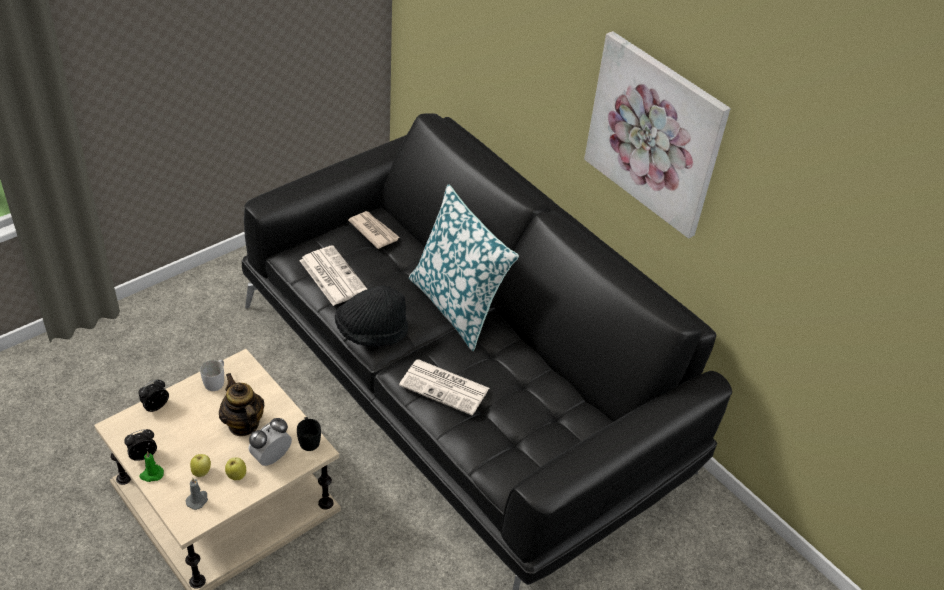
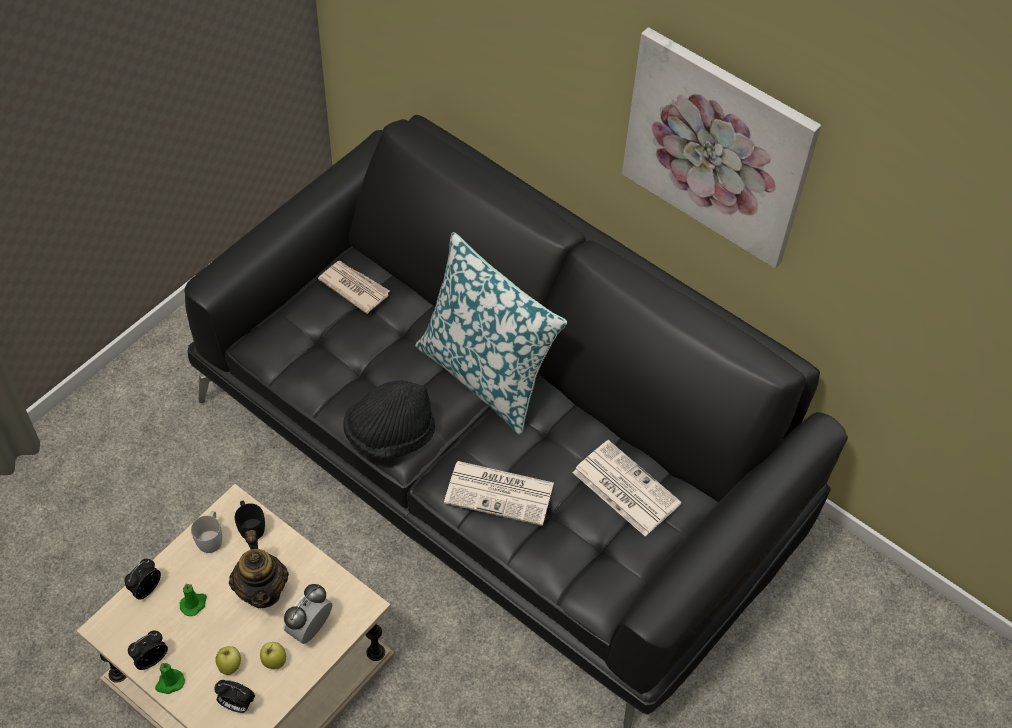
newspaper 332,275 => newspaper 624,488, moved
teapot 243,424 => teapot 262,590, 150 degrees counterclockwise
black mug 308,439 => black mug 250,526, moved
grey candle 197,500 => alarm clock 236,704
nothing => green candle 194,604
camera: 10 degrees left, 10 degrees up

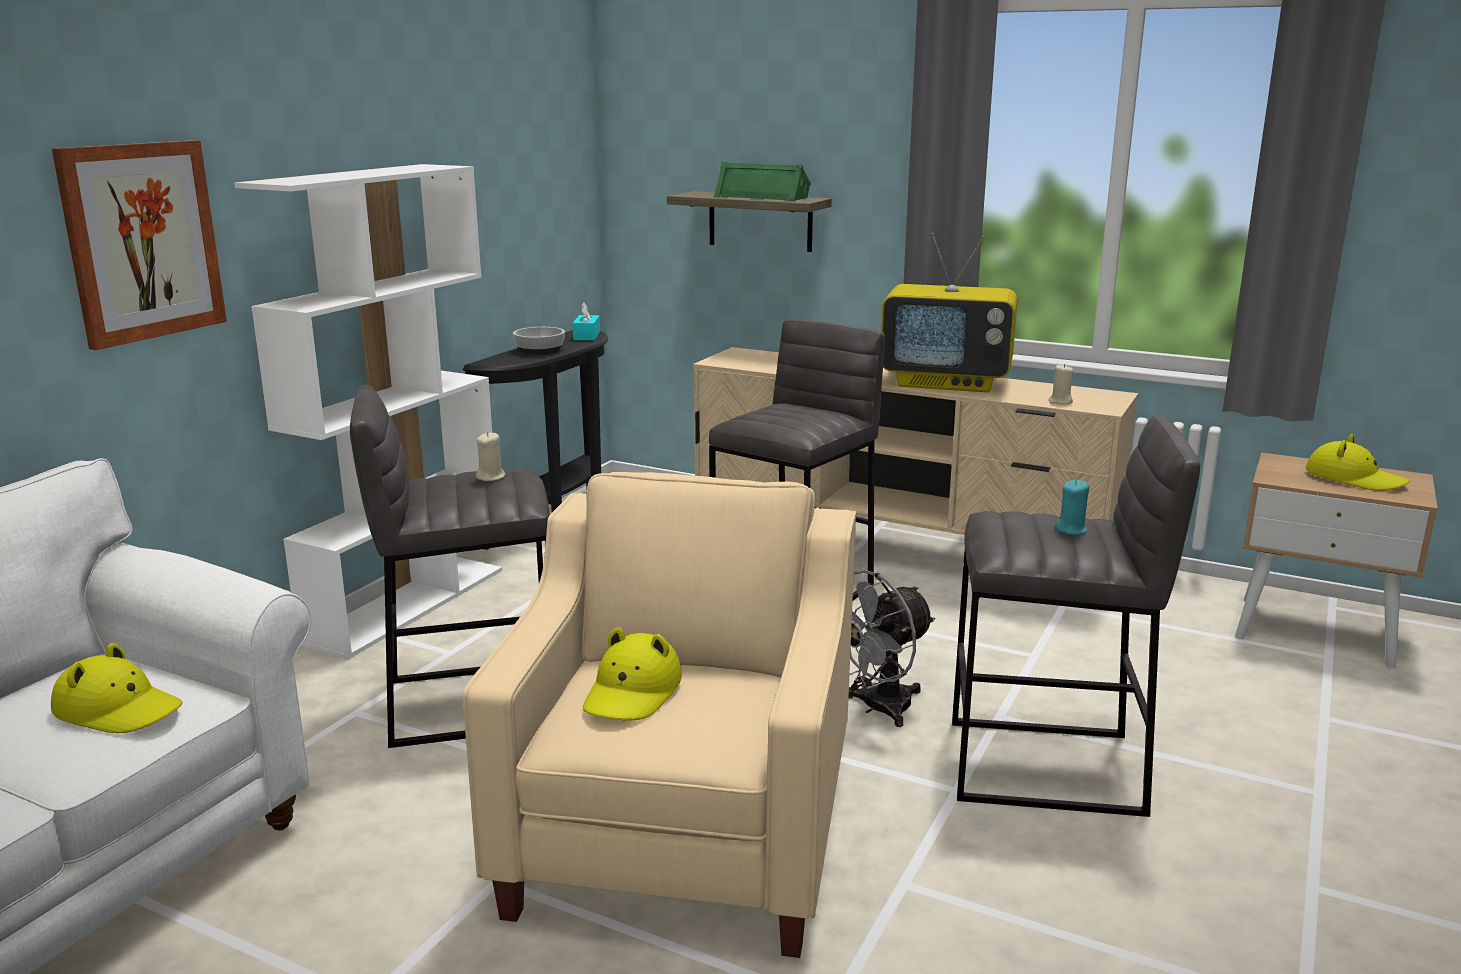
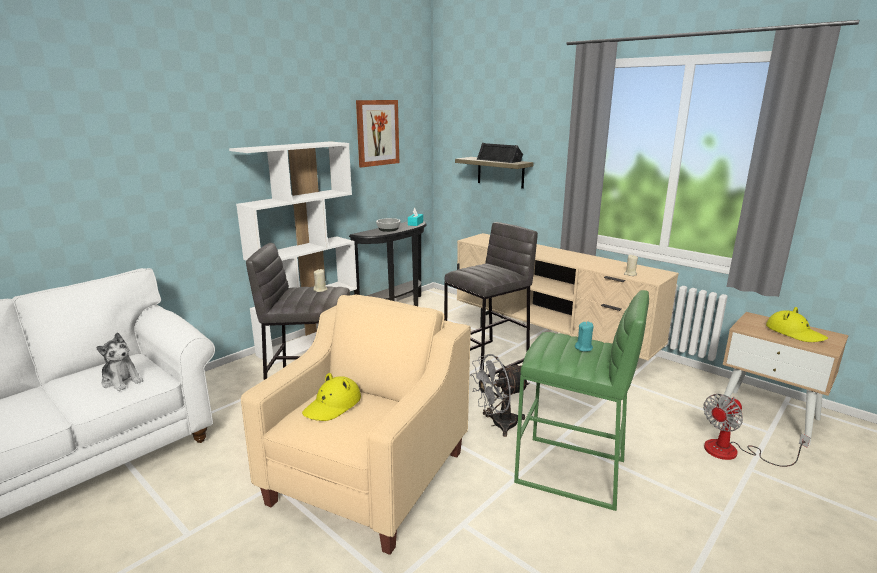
picture 142,241 => picture 377,133, moved
green speaker 762,196 => black speaker 499,160
television 947,382 => nothing
grey stool 1046,768 => green stool 571,472
yellow hat 118,709 => plush toy 122,381
nothing => fan 733,452
camera: 15 degrees right, 0 degrees up

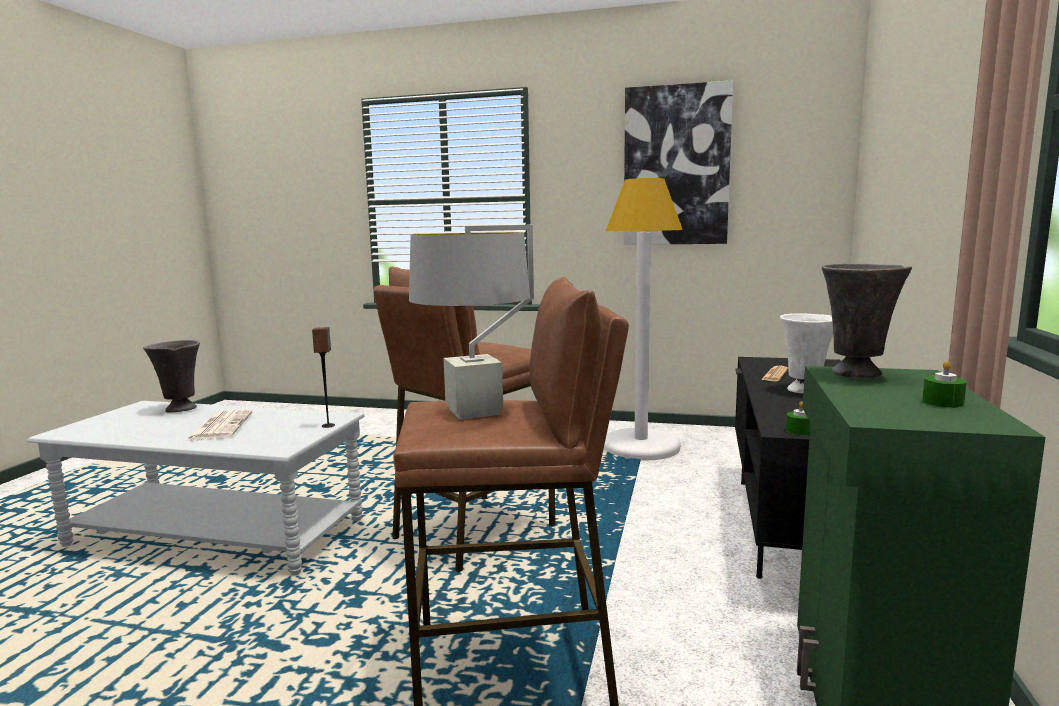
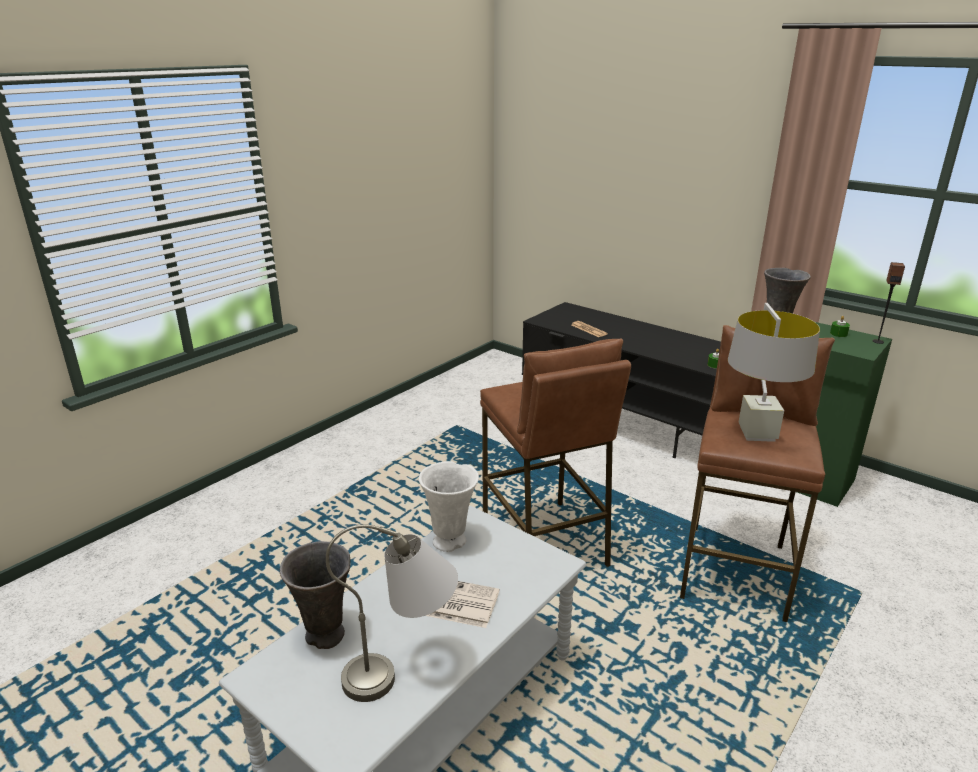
picture 676,166 => nothing
white floor lamp 641,446 => nothing
white vase 805,391 => white vase 451,542, moved
speaker 328,425 => speaker 878,341, moved
nothing => grey table lamp 404,671
camera: 65 degrees left, 15 degrees up

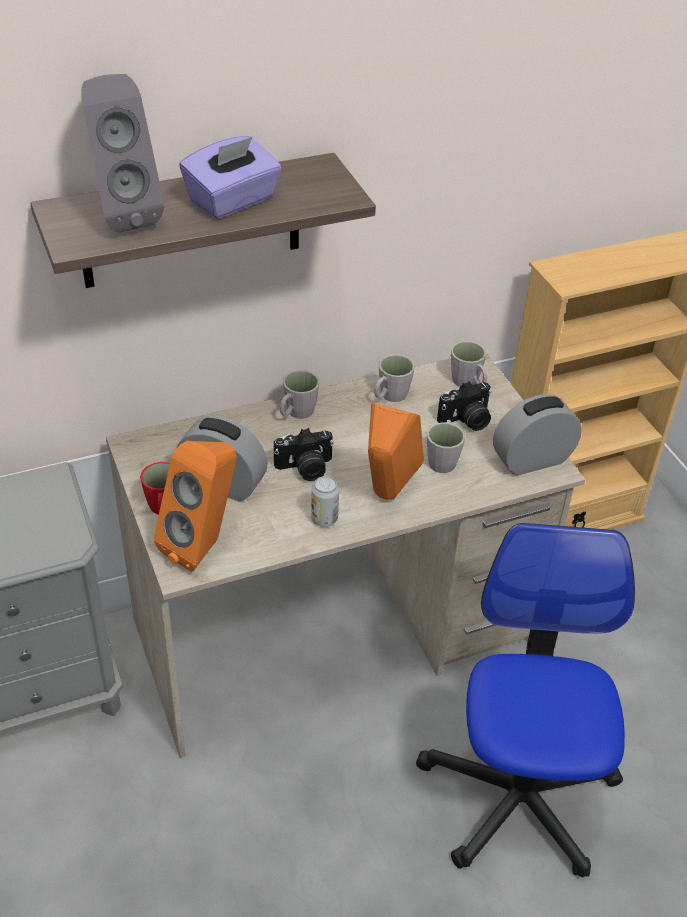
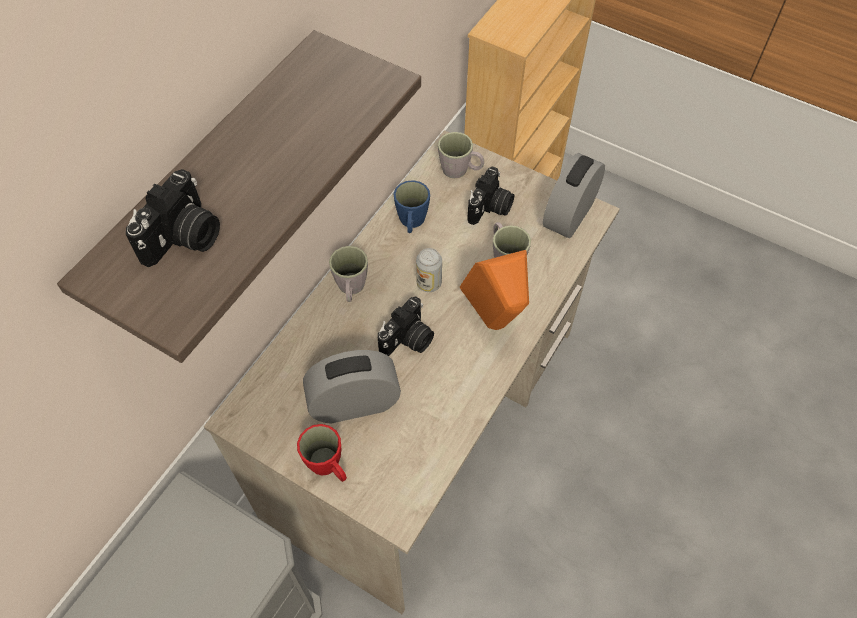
grey speaker 122,214 => photo camera 184,239
purple tissue box 232,201 => nothing
grey mug 390,397 => blue mug 411,223
orange speaker 203,545 => nothing
can 324,519 => can 429,283, moved
office chair 518,795 => nothing
camera: 35 degrees left, 15 degrees up

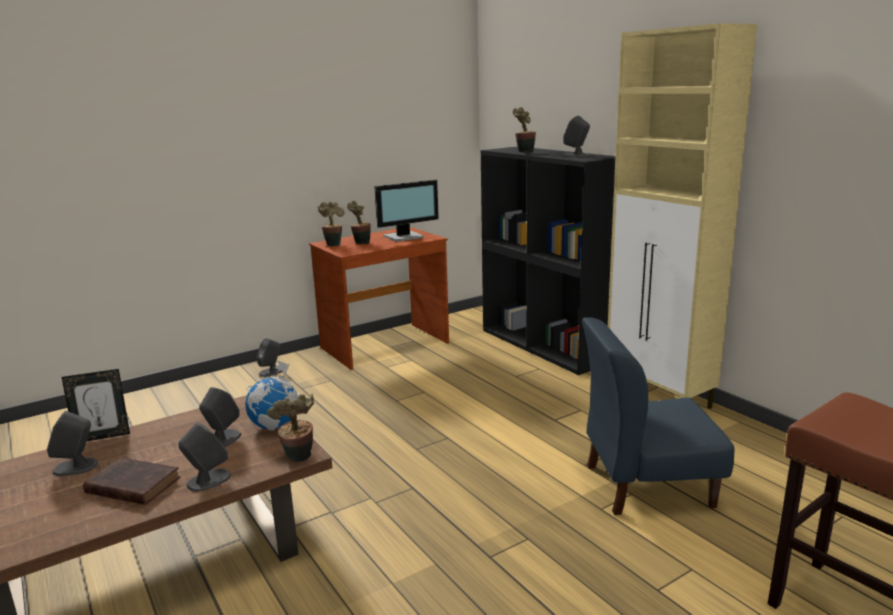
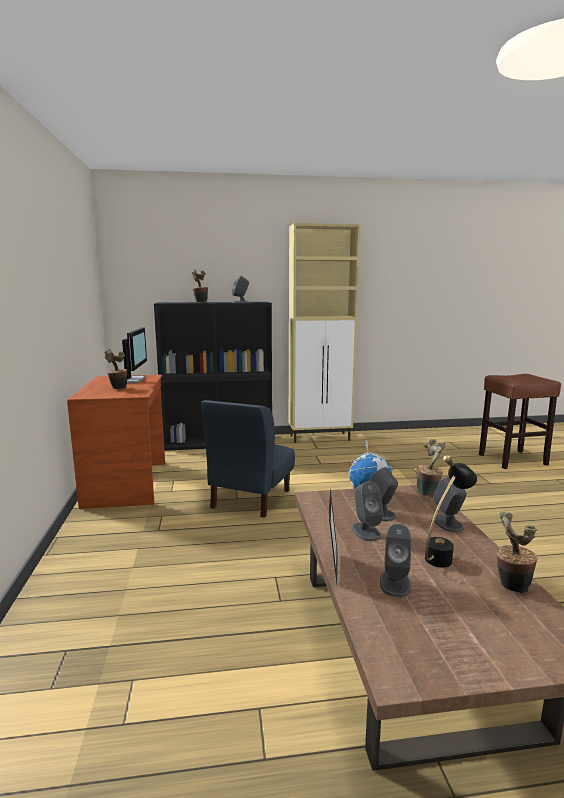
potted plant 333,244 => potted plant 510,586, moved
blue chair 647,484 => blue chair 250,499, moved
grey speaker 271,372 => grey speaker 366,531, moved
brown book 131,485 => black table lamp 444,554
camera: 65 degrees left, 5 degrees down

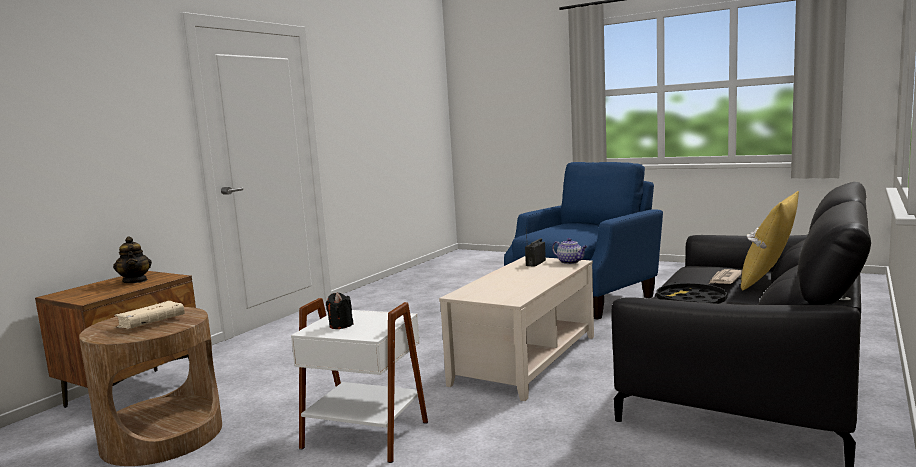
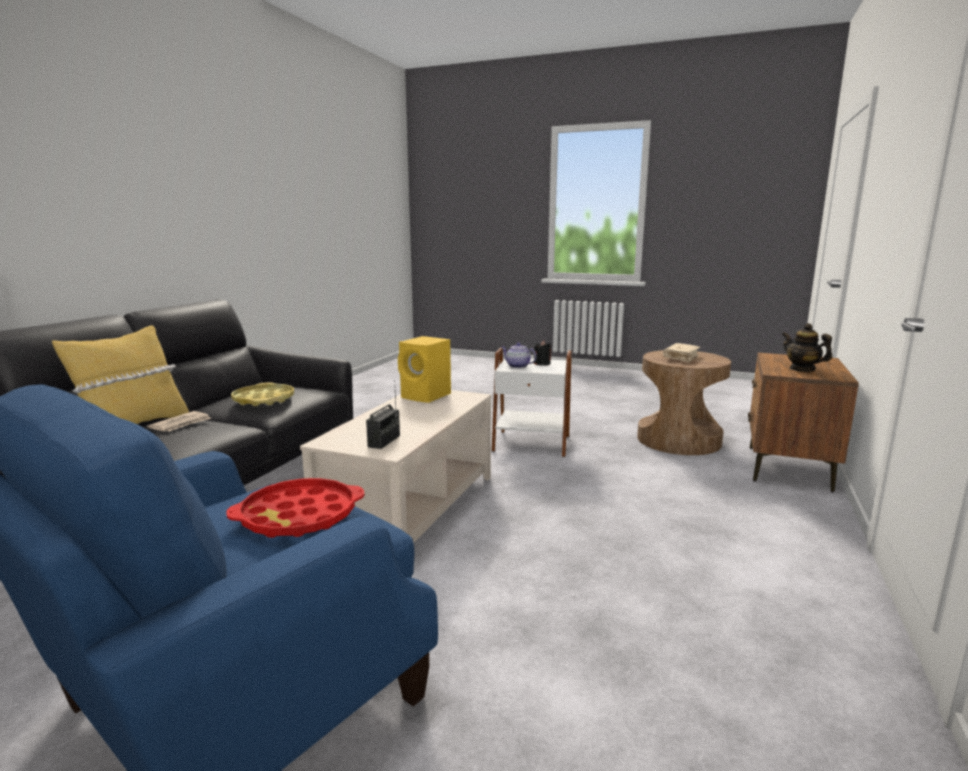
teapot 570,262 => teapot 517,366, moved
black tray 691,301 => yellow tray 264,400
nothing => yellow speaker 427,396
nothing => red tray 299,516
camera: 170 degrees right, 5 degrees up

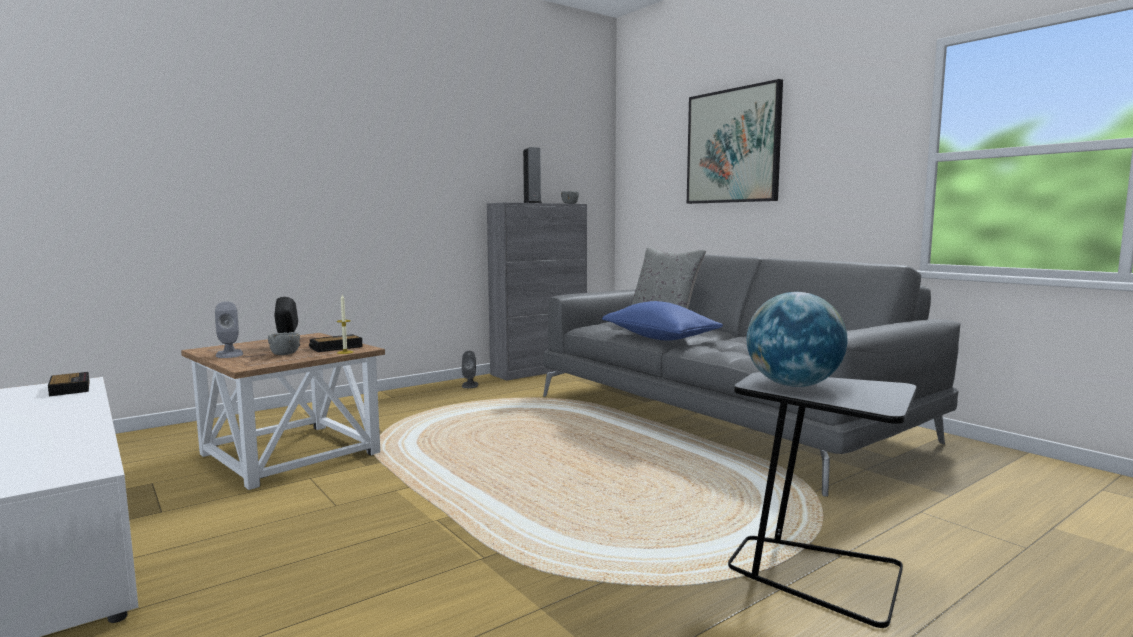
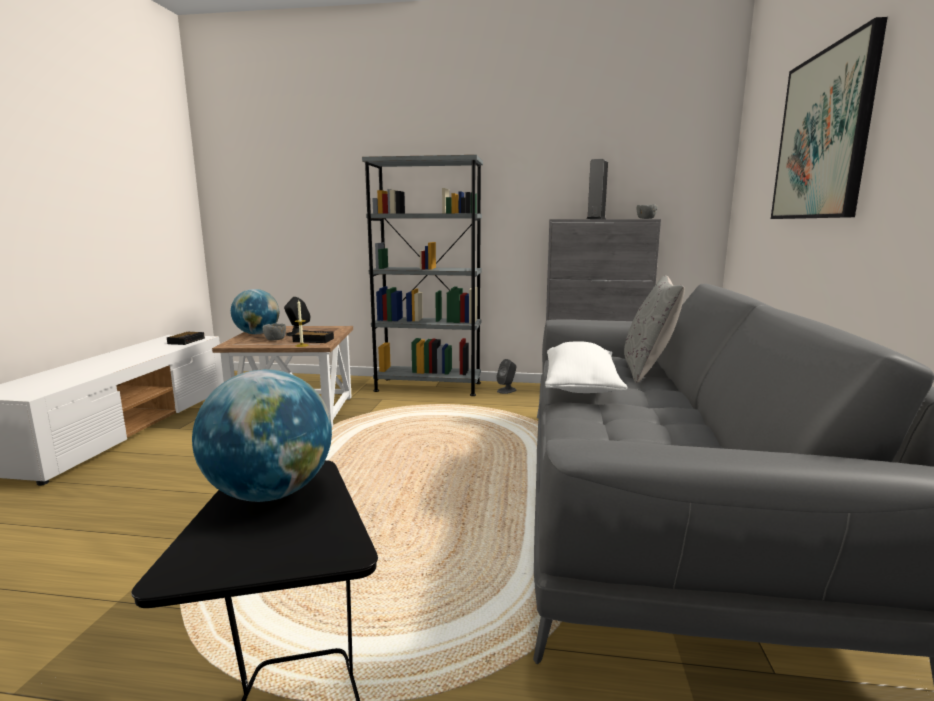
grey speaker 229,354 => globe 257,334
blue pillow 659,338 => white pillow 581,386
nothing => grey bookcase 428,387
camera: 45 degrees right, 5 degrees up

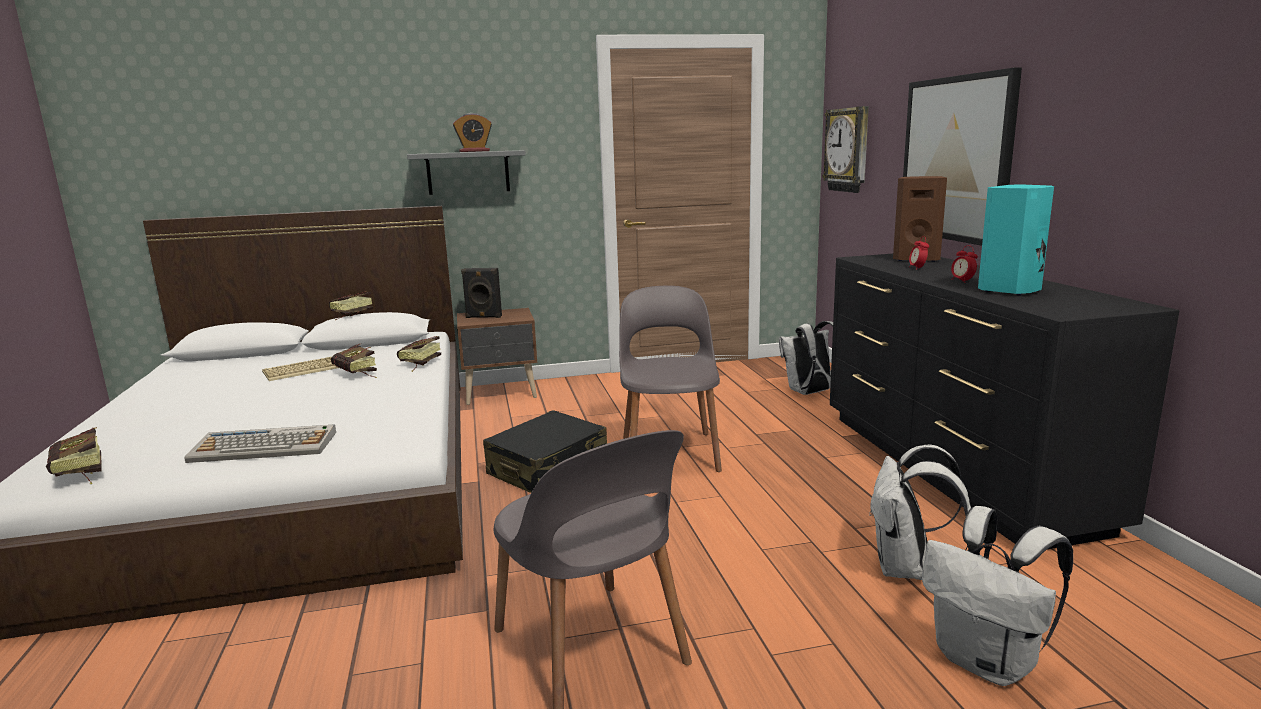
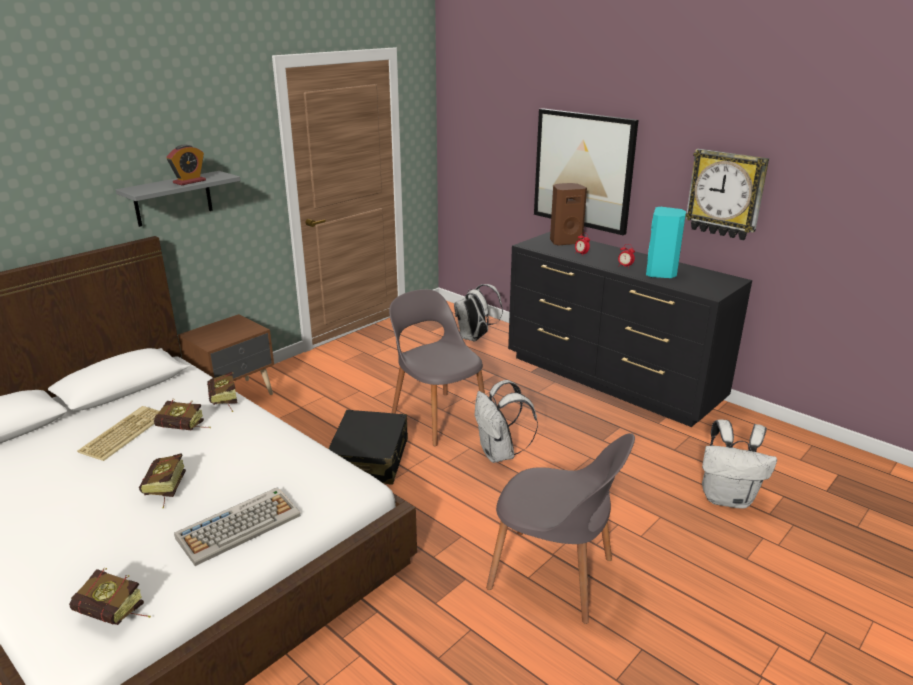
wall clock 848,150 => wall clock 726,194, moved
black speaker 483,317 => nothing
book 349,315 => book 164,491, moved
white backpack 906,569 => white backpack 499,454, moved
camera: 35 degrees left, 10 degrees up

